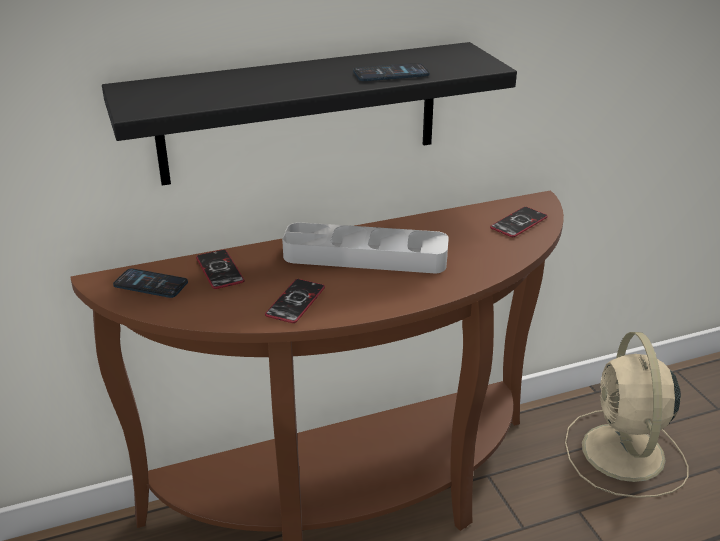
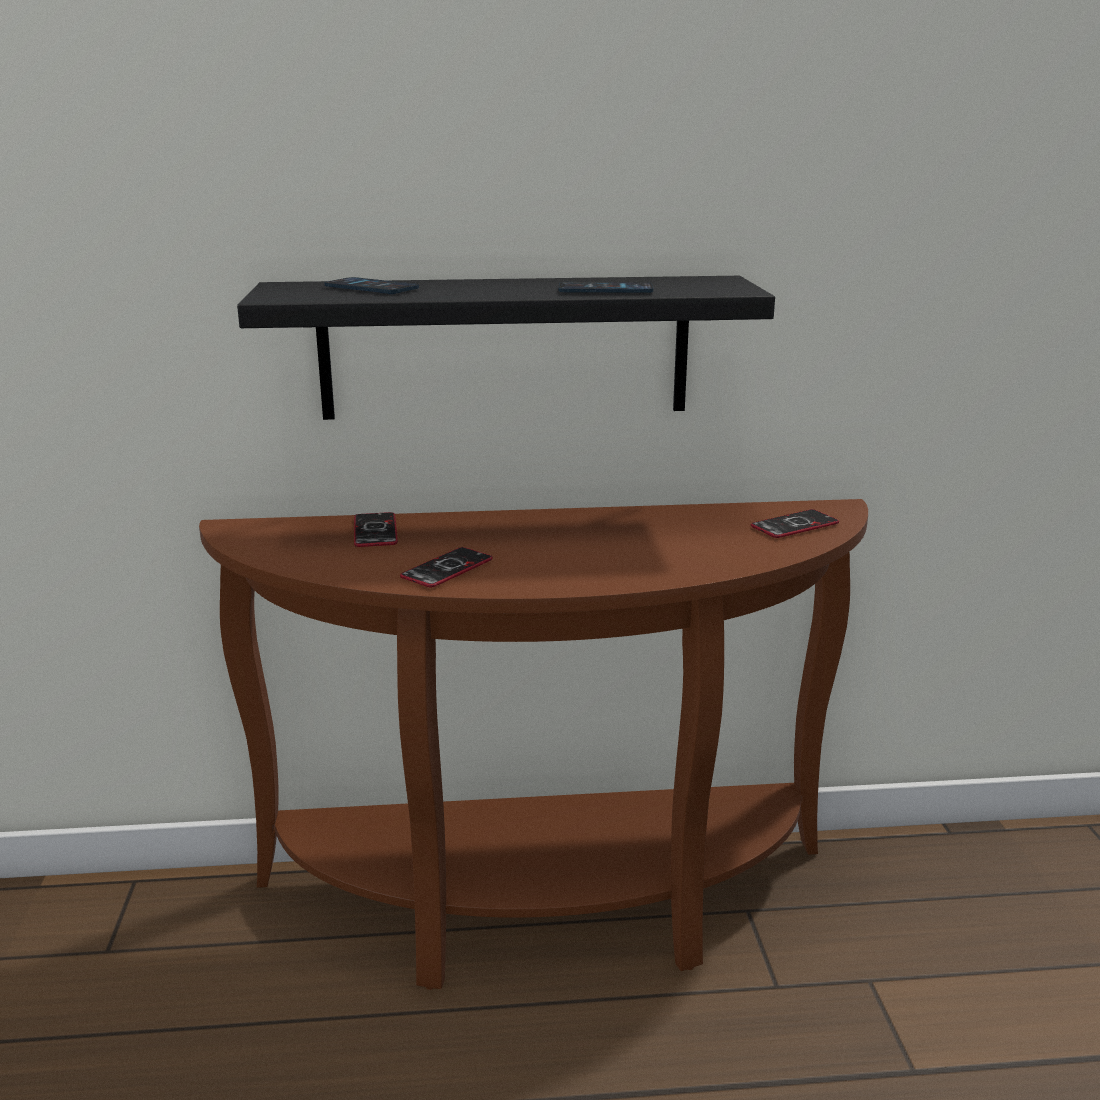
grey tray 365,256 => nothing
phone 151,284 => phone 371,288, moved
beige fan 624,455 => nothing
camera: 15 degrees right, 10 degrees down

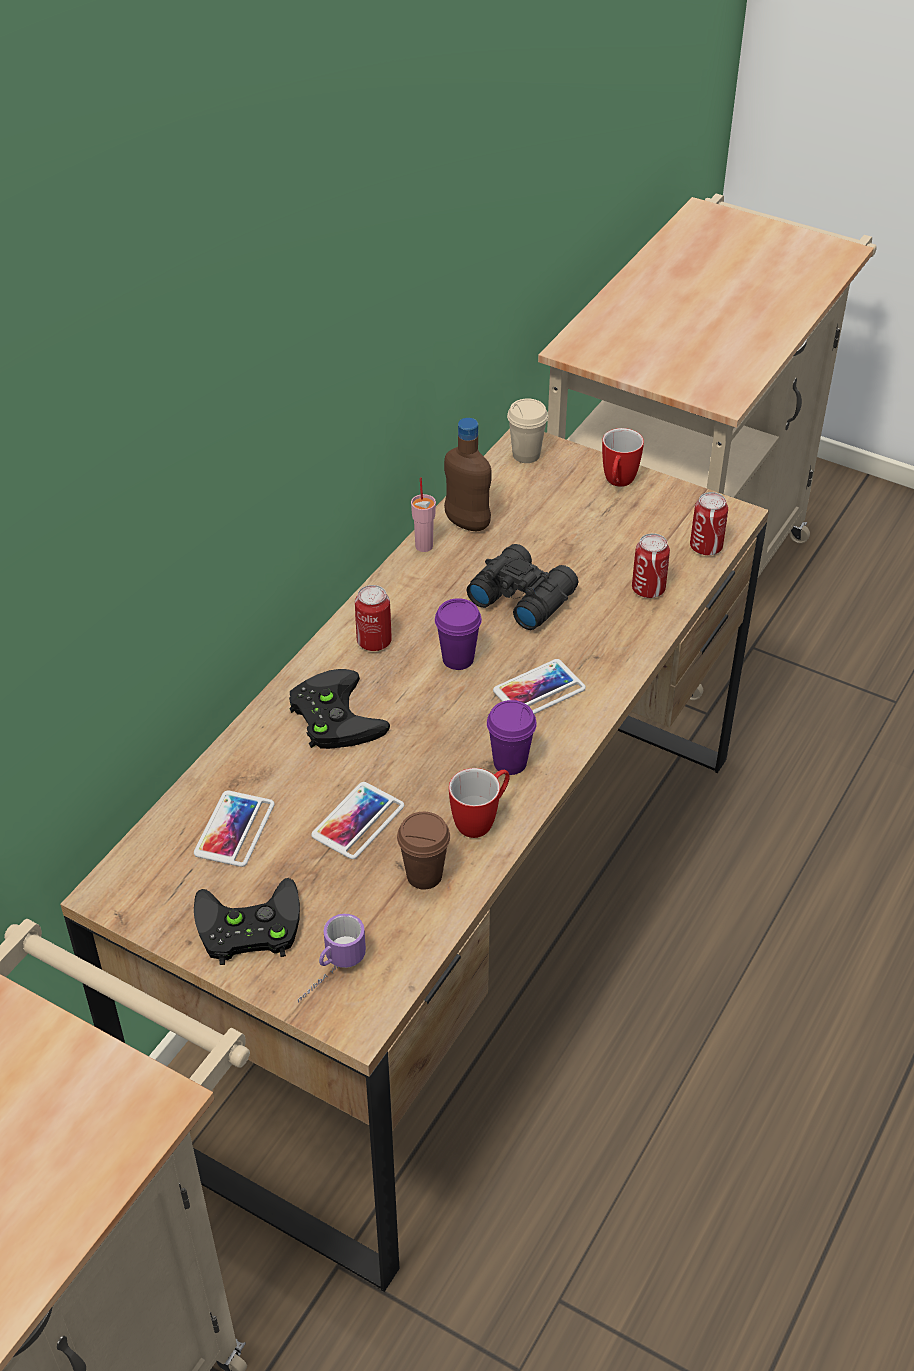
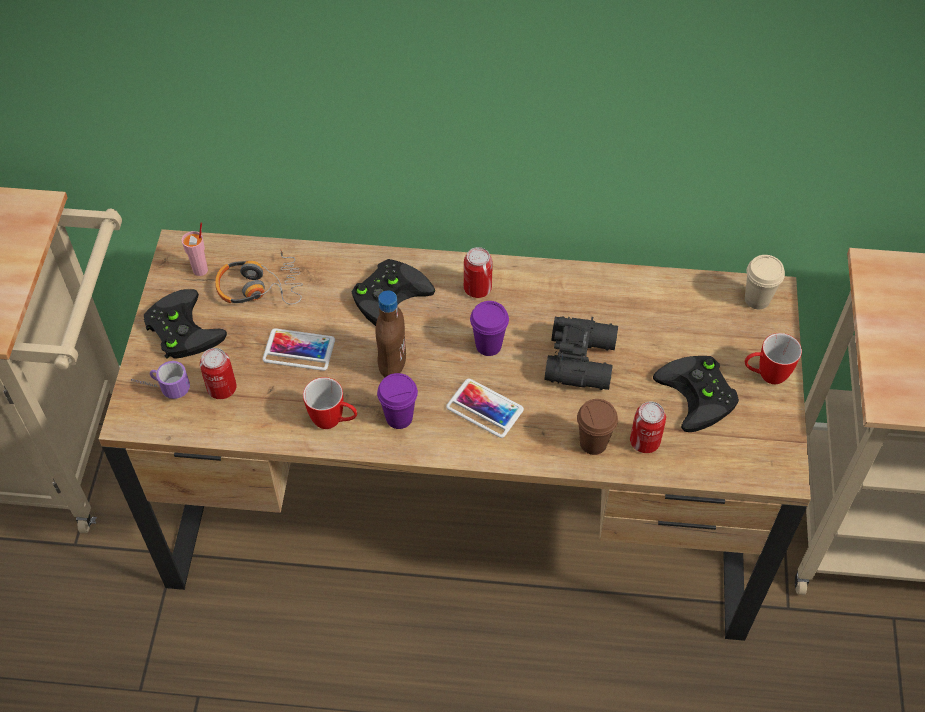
brown bottle 467,523 => brown bottle 392,365, moved
pink cup 424,545 => pink cup 201,270, moved
can 706,547 => can 222,388, moved
phone 234,829 => headphones 260,287
brown cup 424,875 => brown cup 593,443, moved
nothing => black game controller 700,396
camera: 65 degrees right, 10 degrees up

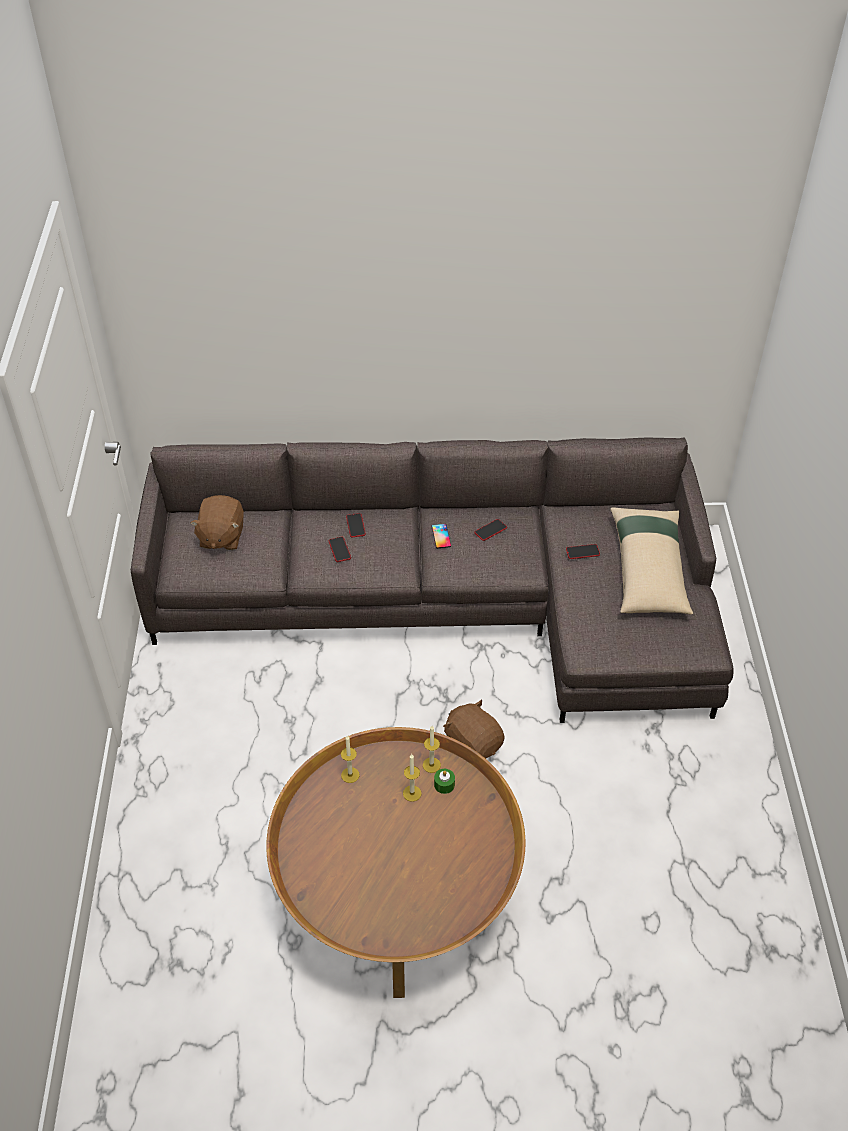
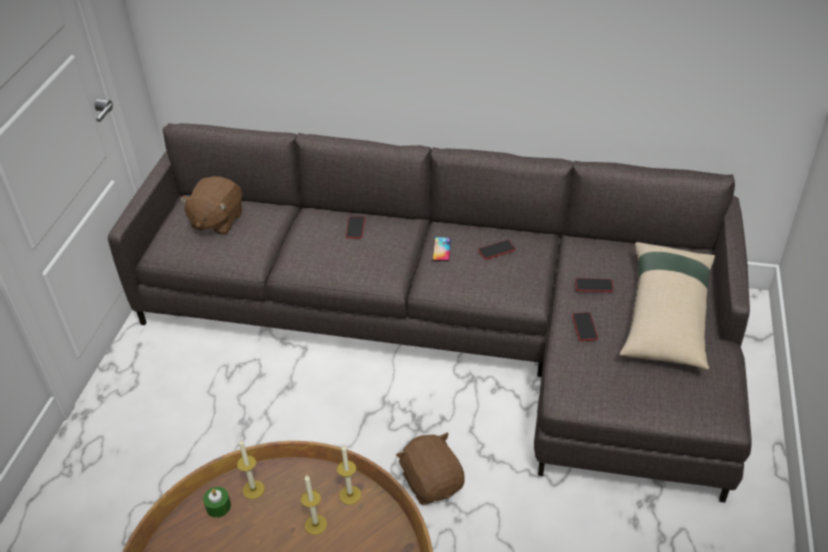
phone 339,550 => phone 584,327, moved
green candle 444,784 => green candle 218,506, moved
camera: 15 degrees right, 5 degrees down

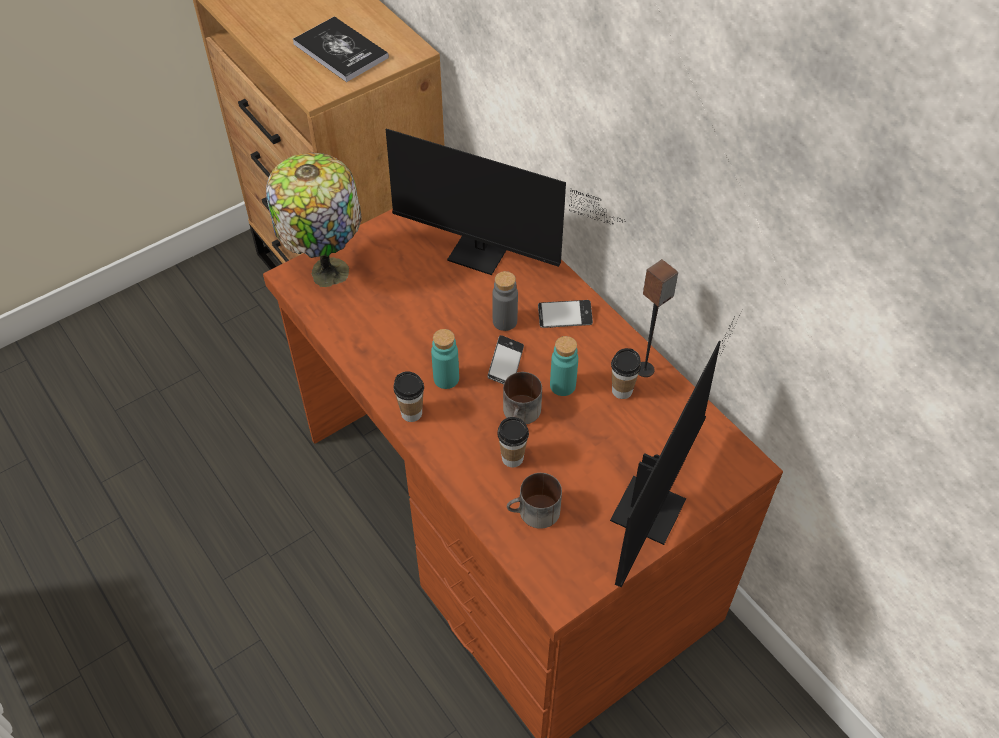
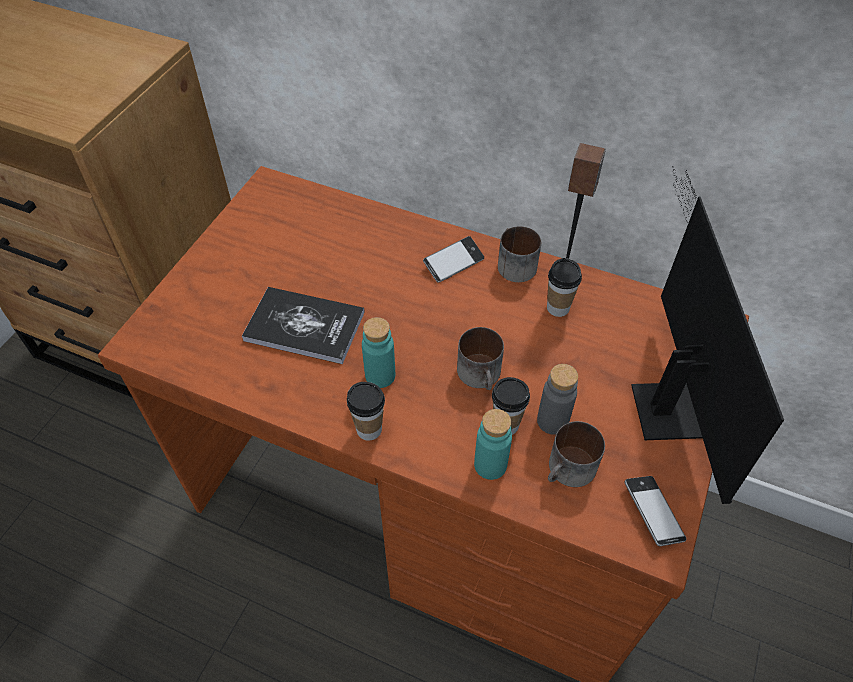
book 340,51 => book 304,326, moved
monitor 486,256 => nothing
table lamp 327,270 => nothing
grey bottle 505,321 => grey bottle 552,421, moved
phone 505,364 => phone 653,513, moved
turquoise bottle 562,385 => turquoise bottle 490,465, moved
nothing => mug 513,264
camera: 30 degrees left, 0 degrees up

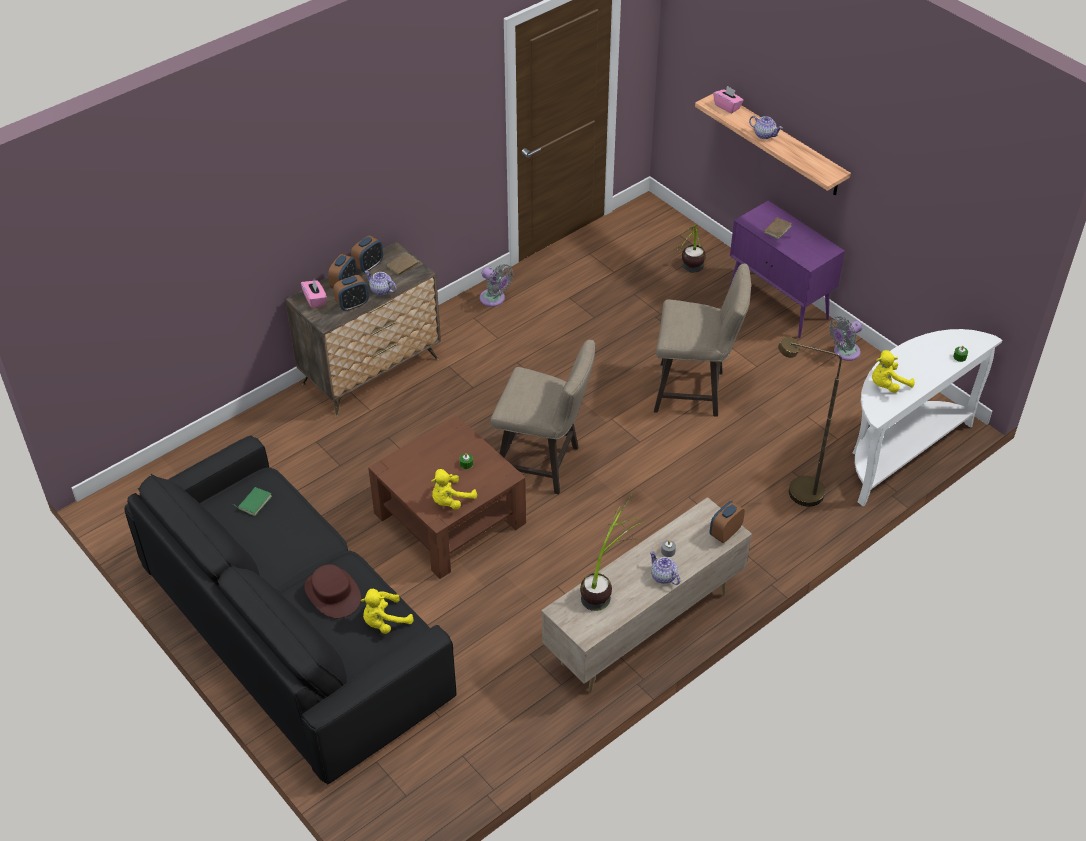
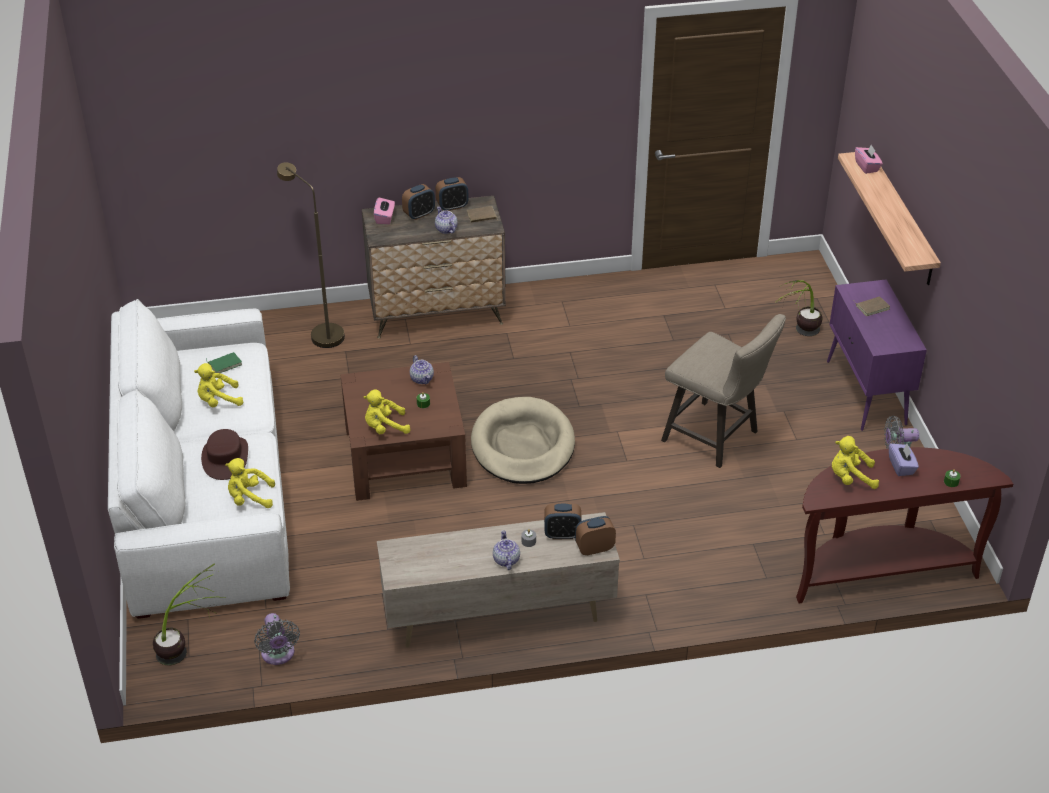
teapot 764,135 => teapot 422,379, moved
grey fan 494,299 => grey fan 278,655, moved
alarm clock 352,305 => alarm clock 562,534, moved
white console table 900,451 => brown console table 880,570
brown floor lamp 795,491 => brown floor lamp 321,333, moved
beige stool 544,465 => beige dog bed 523,445
black sofa 293,632 => white sofa 206,491
potted plant 606,586 => potted plant 189,648, moved
nothing => yellow plush toy 218,401
nothing => purple tissue box 901,466
camera: 30 degrees right, 5 degrees down

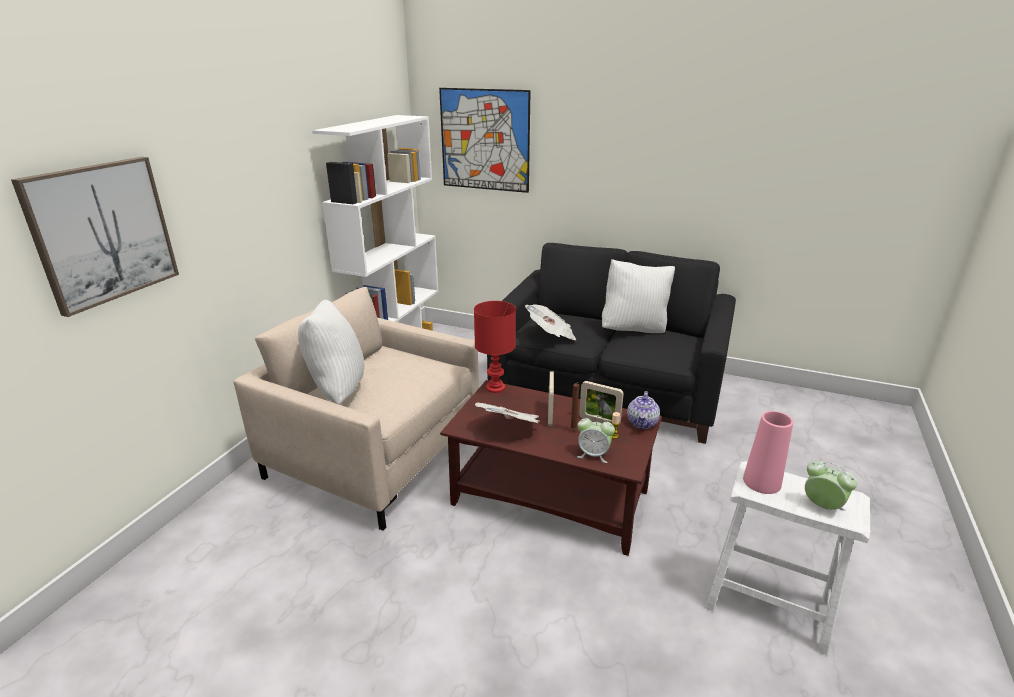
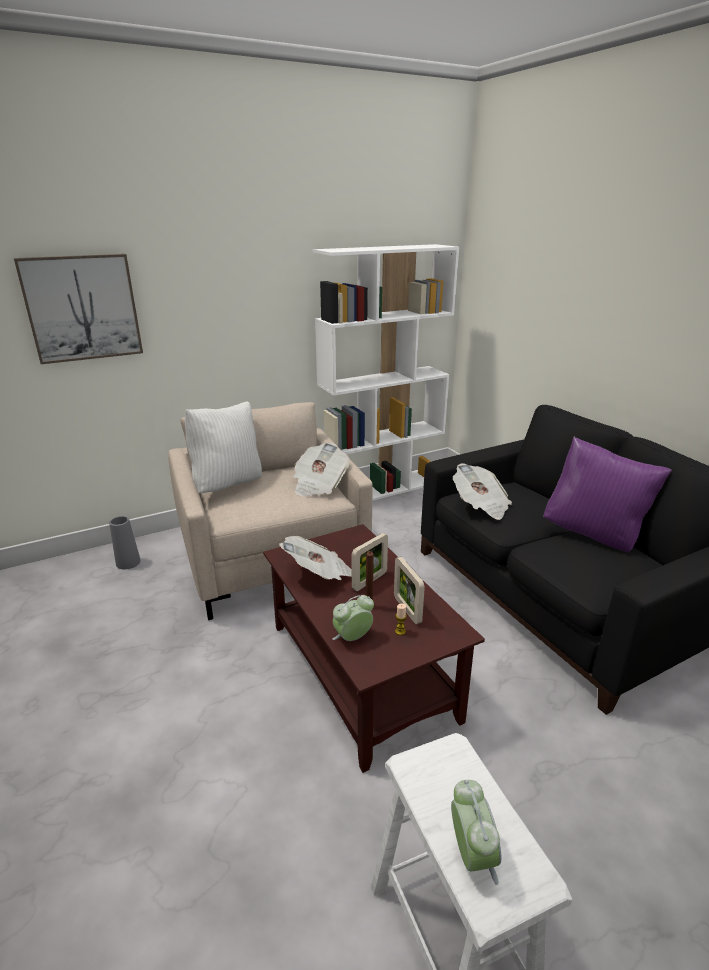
picture 484,140 => nothing
white pillow 634,329 => purple pillow 594,535
red table lamp 494,388 => nothing
teapot 642,423 => nothing
pink vase 762,482 => nothing
alarm clock 593,455 => alarm clock 353,638, 90 degrees clockwise
nothing => newspaper 319,484
nothing => grey vase 128,562
camera: 40 degrees right, 0 degrees up

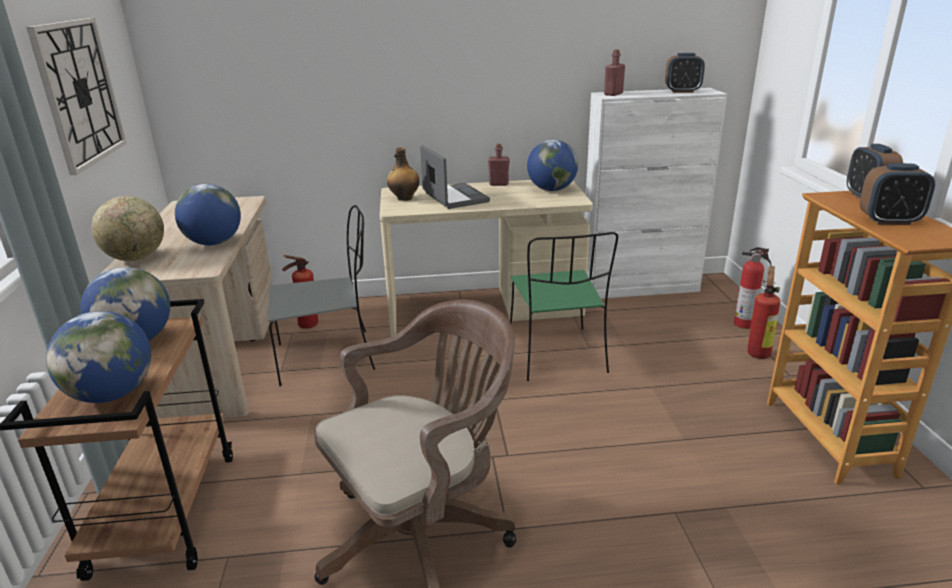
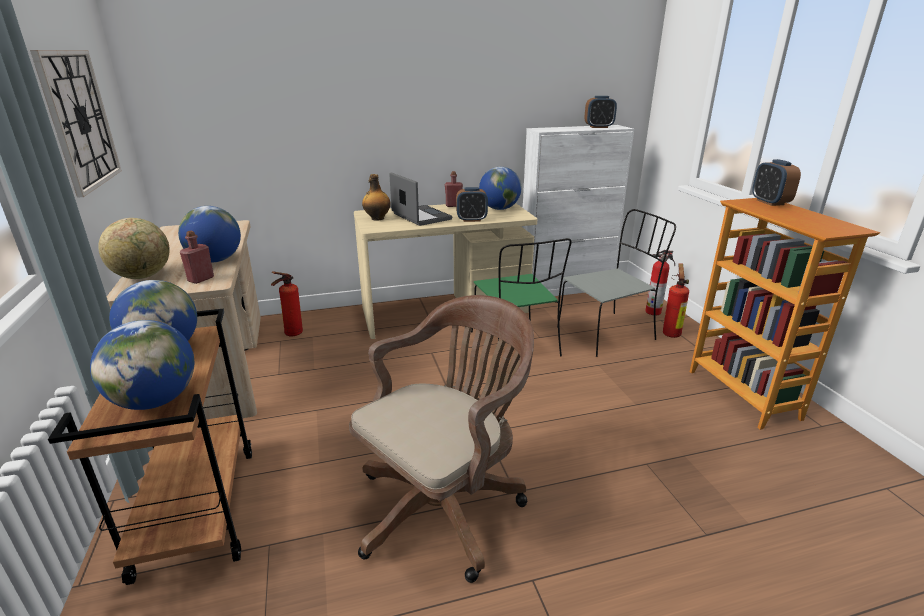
red bottle 613,94 => red bottle 201,279, moved
alarm clock 889,221 => alarm clock 471,220, moved
grey chair 328,357 => grey chair 607,333, moved
camera: 10 degrees left, 0 degrees up

